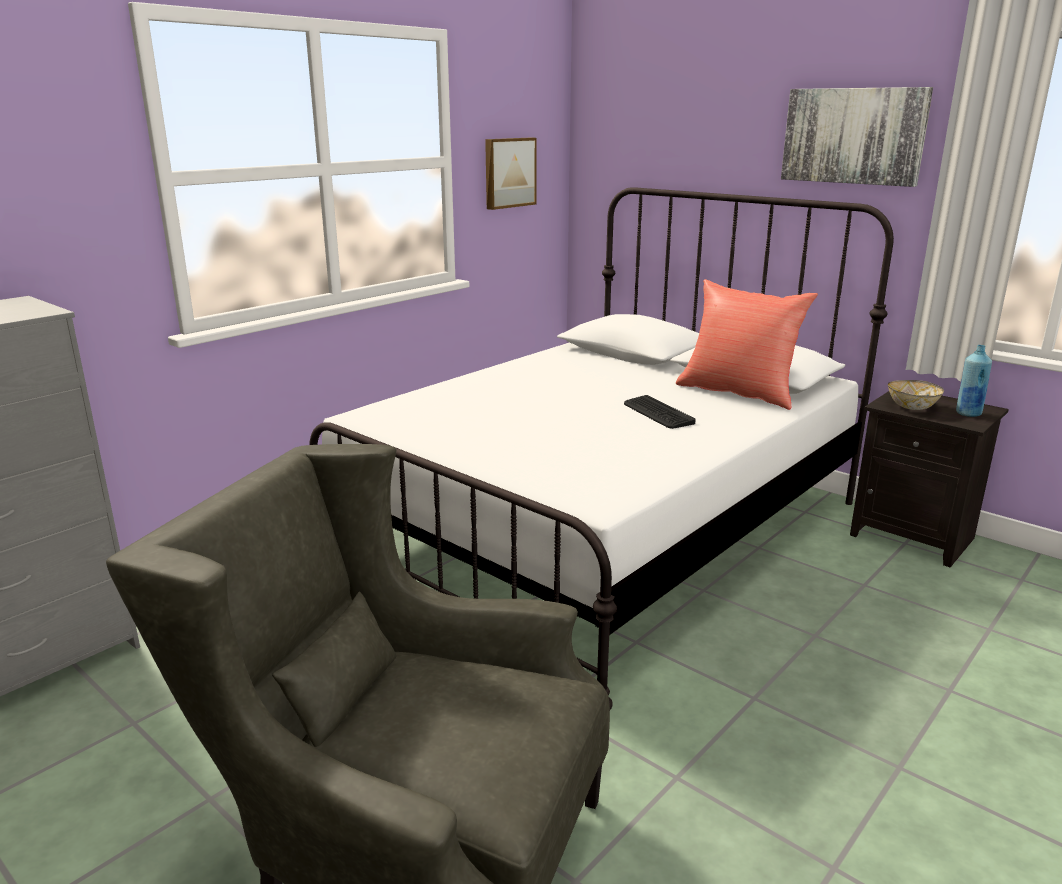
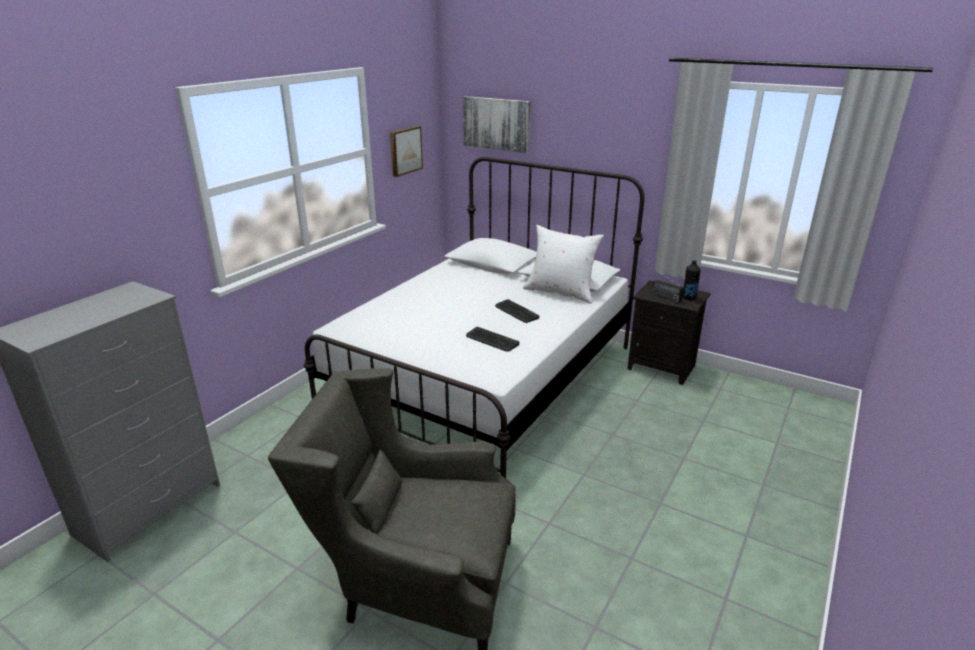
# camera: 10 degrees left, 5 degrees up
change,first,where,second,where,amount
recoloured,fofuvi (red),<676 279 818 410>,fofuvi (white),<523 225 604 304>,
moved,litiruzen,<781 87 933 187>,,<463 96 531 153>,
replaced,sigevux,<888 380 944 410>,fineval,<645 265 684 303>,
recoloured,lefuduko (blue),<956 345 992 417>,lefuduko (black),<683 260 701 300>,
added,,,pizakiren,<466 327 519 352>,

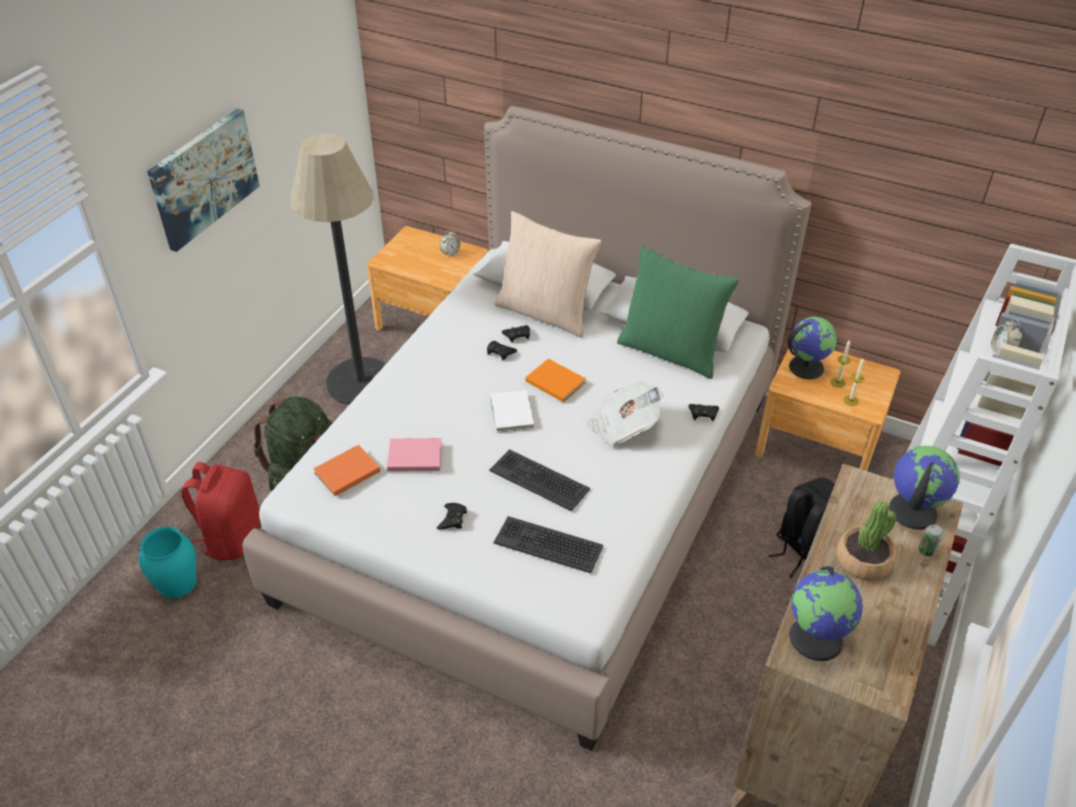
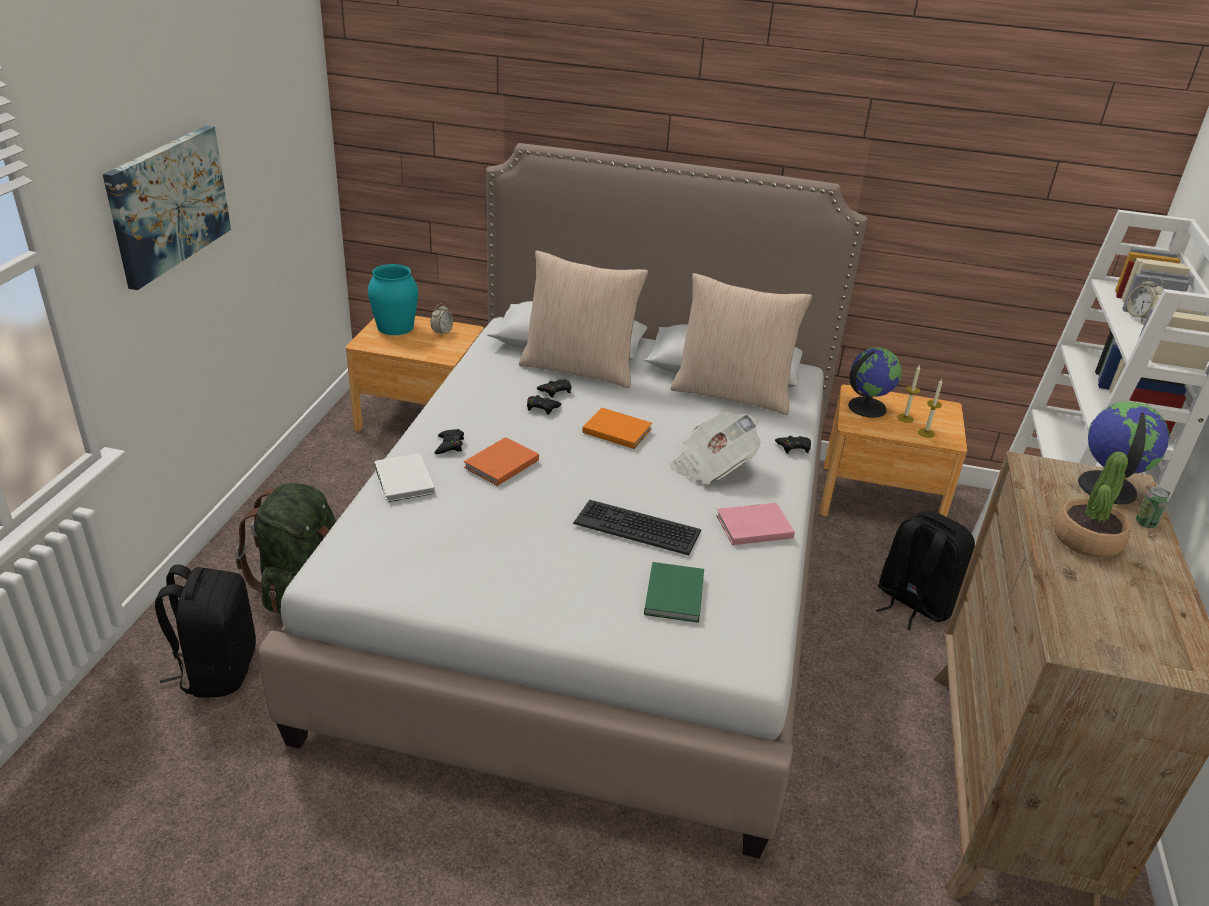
# camera: 15 degrees left, 10 degrees down
change,first,where,second,where,amount
moved,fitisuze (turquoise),<139 527 197 598>,,<368 264 418 335>,
recoloured,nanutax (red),<181 462 260 560>,nanutax (black),<155 564 256 698>,
removed,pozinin,<290 133 387 405>,,,
moved,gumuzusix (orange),<313 445 380 496>,,<464 437 539 486>,
moved,gumuzusix (pink),<387 438 442 472>,,<716 503 795 545>,
moved,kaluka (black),<437 503 467 530>,,<435 429 464 454>,
moved,gumuzusix (white),<490 390 534 433>,,<374 453 435 502>,
replaced,pizakiren,<493 516 603 573>,gumuzusix (green),<644 562 704 623>,
recoloured,fofuvi (green),<617 246 739 379>,fofuvi (beige),<671 273 812 415>,
removed,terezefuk,<789 566 863 661>,,,

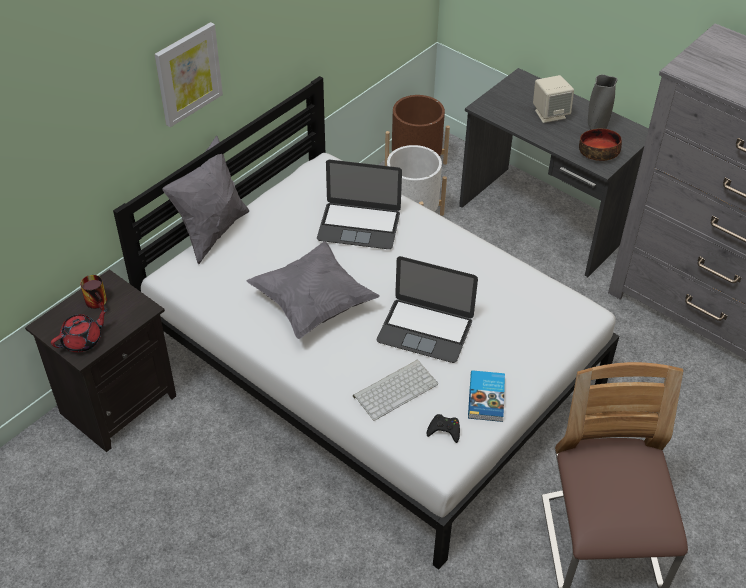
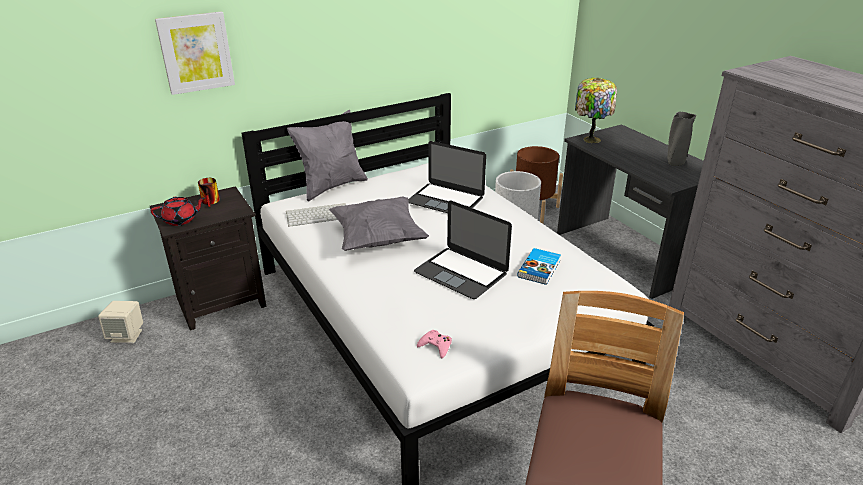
# camera: 20 degrees right, 15 degrees down
change,first,where,second,where,amount
moved,litiruzen,<155 22 223 127>,,<155 11 235 95>,
moved,pizakiren,<353 360 438 421>,,<286 203 346 227>,
recoloured,kaluka (black),<426 414 460 443>,kaluka (pink),<417 330 452 358>,
moved,gumuzusix,<468 370 505 422>,,<517 248 561 285>,
moved,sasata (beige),<533 75 574 123>,,<98 301 143 343>,
removed,sigevux,<579 129 622 161>,,,
added,,,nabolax,<575 78 617 143>,

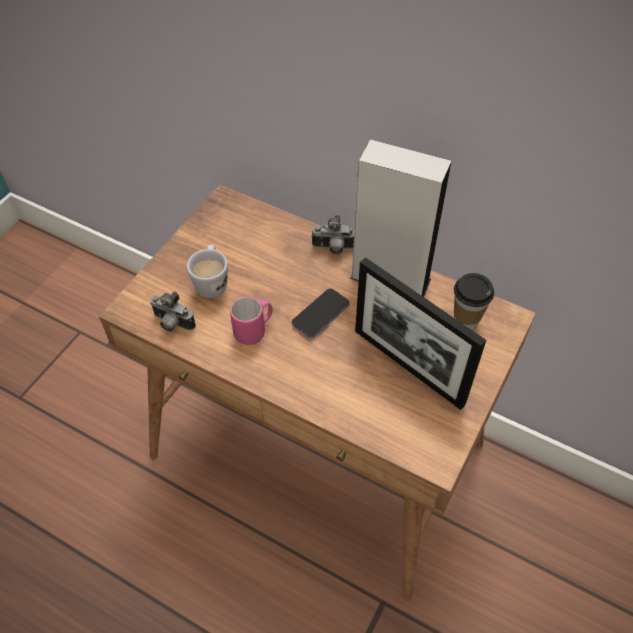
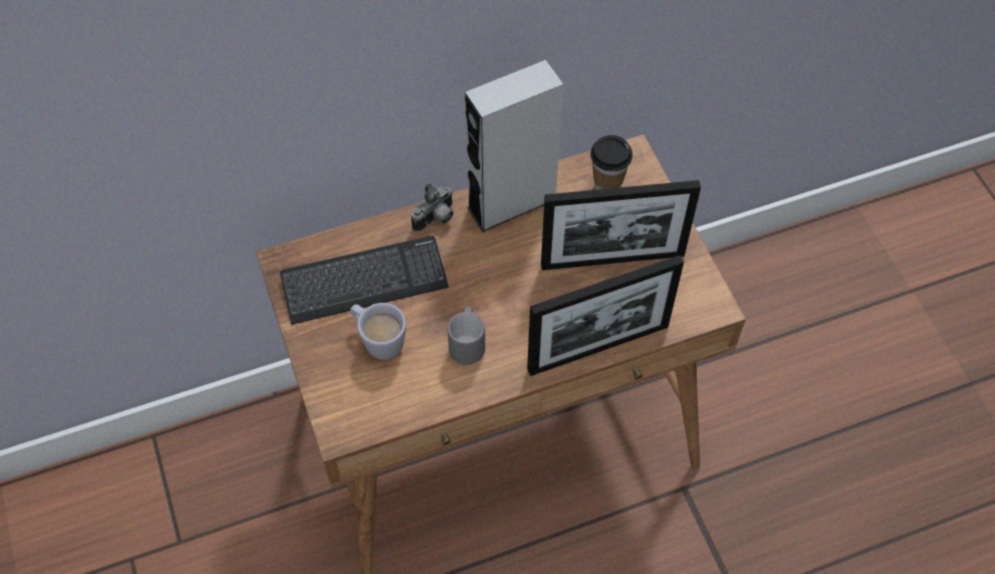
# camera: 50 degrees left, 5 degrees up
change,first,where,second,where,amount
removed,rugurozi,<150 291 196 332>,,,
recoloured,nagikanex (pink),<230 297 273 345>,nagikanex (grey),<447 306 485 365>,
removed,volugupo,<292 288 350 338>,,,
added,,,pizakiren,<280 236 449 324>,
added,,,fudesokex,<527 255 684 376>,

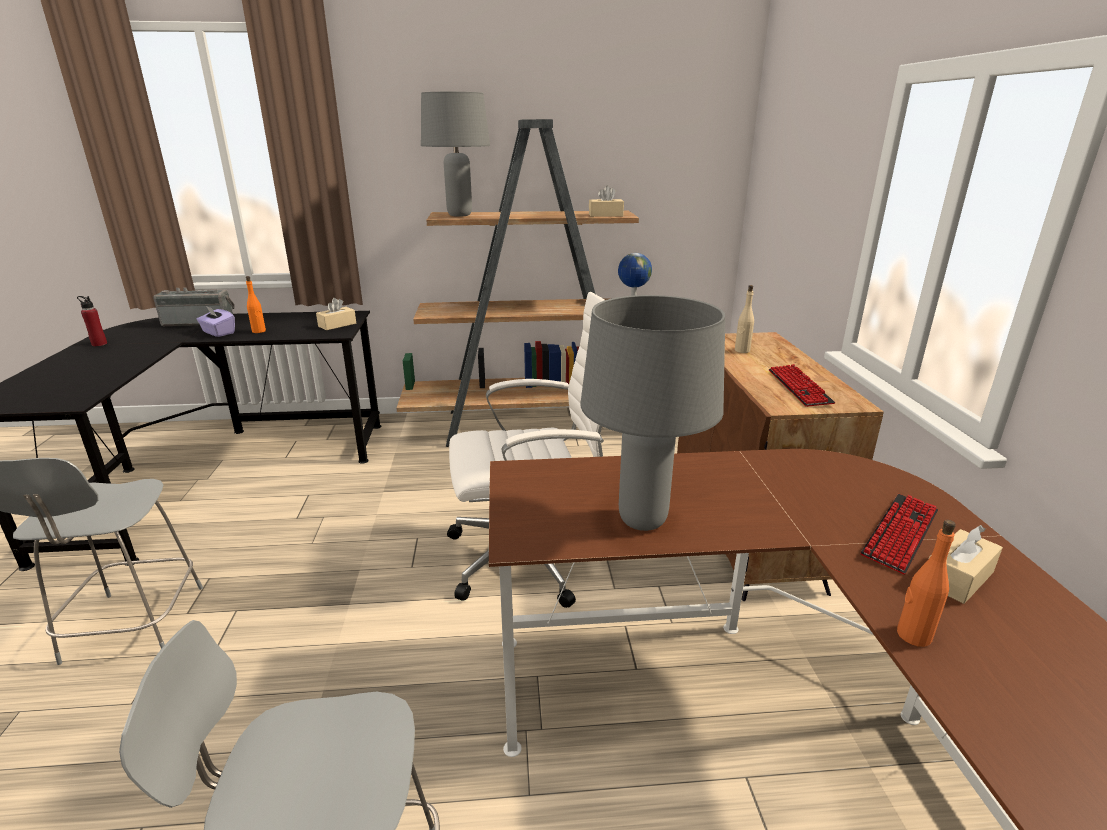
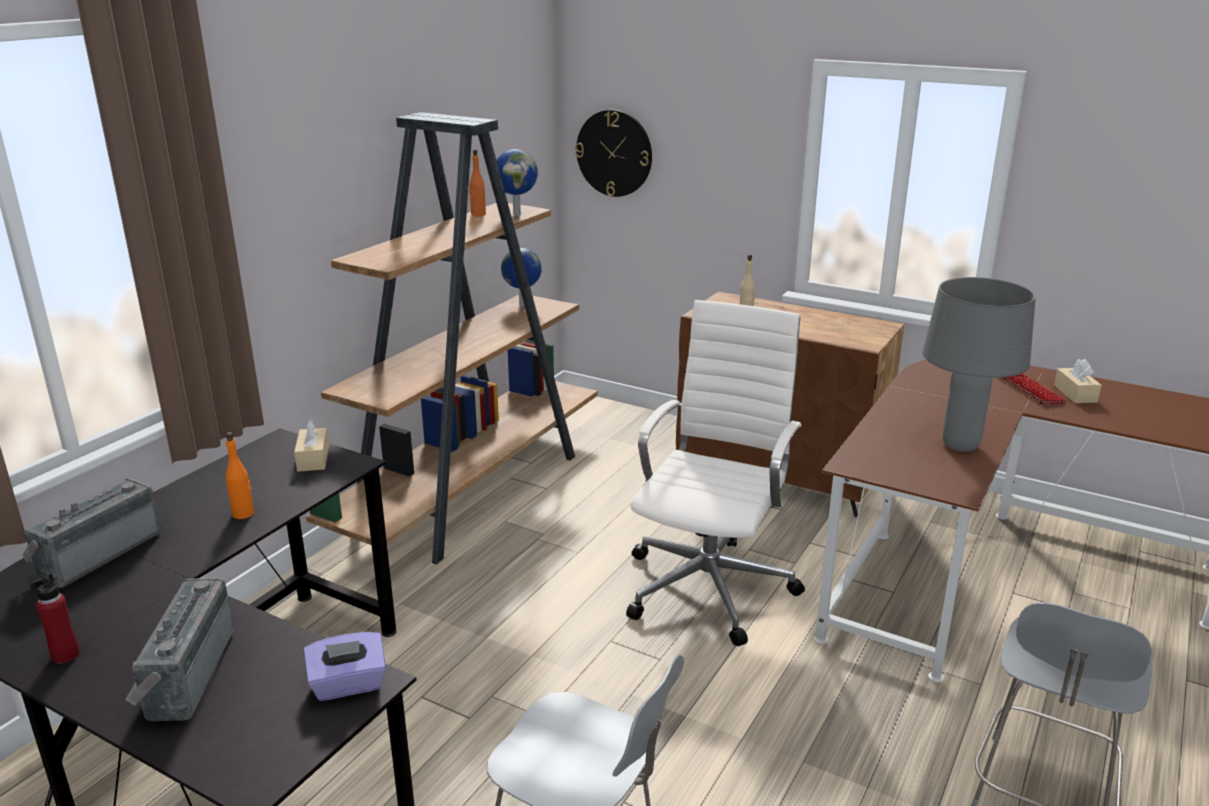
# camera: 55 degrees left, 0 degrees up
change,first,where,second,where,amount
moved,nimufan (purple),<197 305 235 337>,,<304 632 386 701>,
removed,nabolax (grey),<421 92 490 217>,,,
replaced,nimufan (beige),<589 186 624 217>,terezefuk,<497 149 538 216>,
removed,pizakiren,<769 364 836 407>,,,
moved,lefuduko (orange),<897 520 956 647>,,<469 149 486 217>,
added,,,fineval,<125 578 234 721>,
added,,,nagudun,<575 110 652 197>,

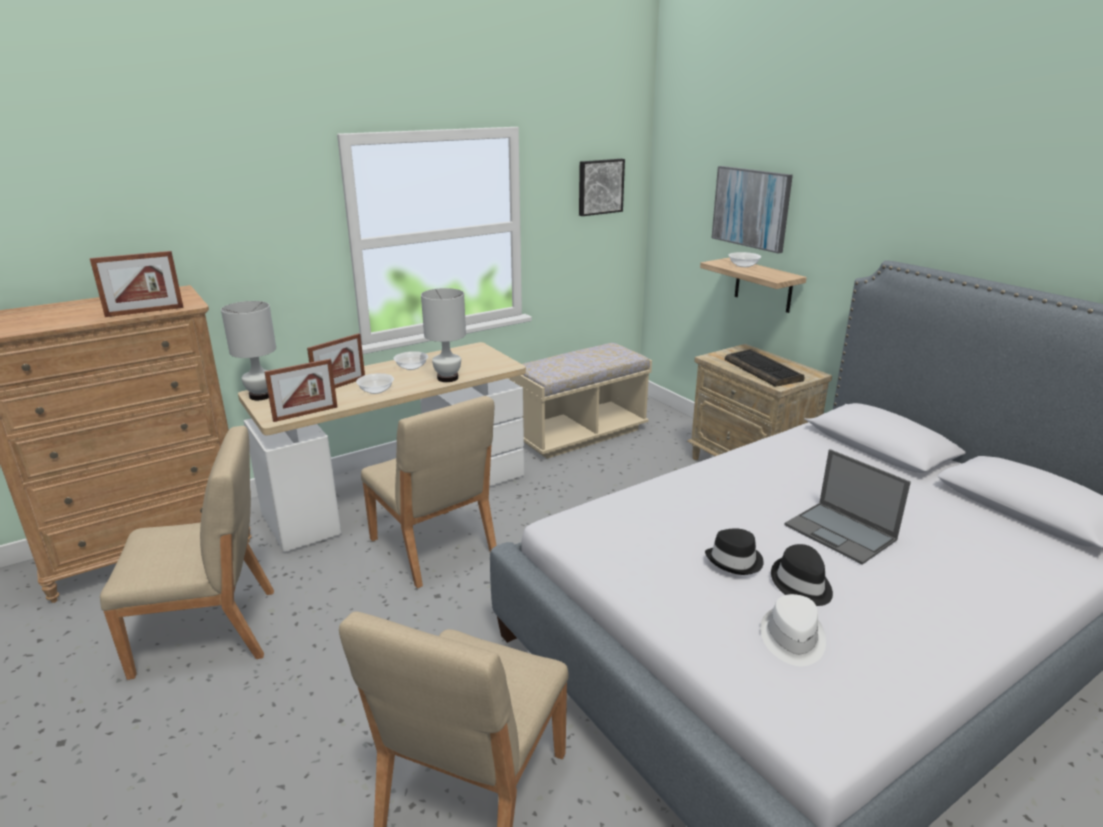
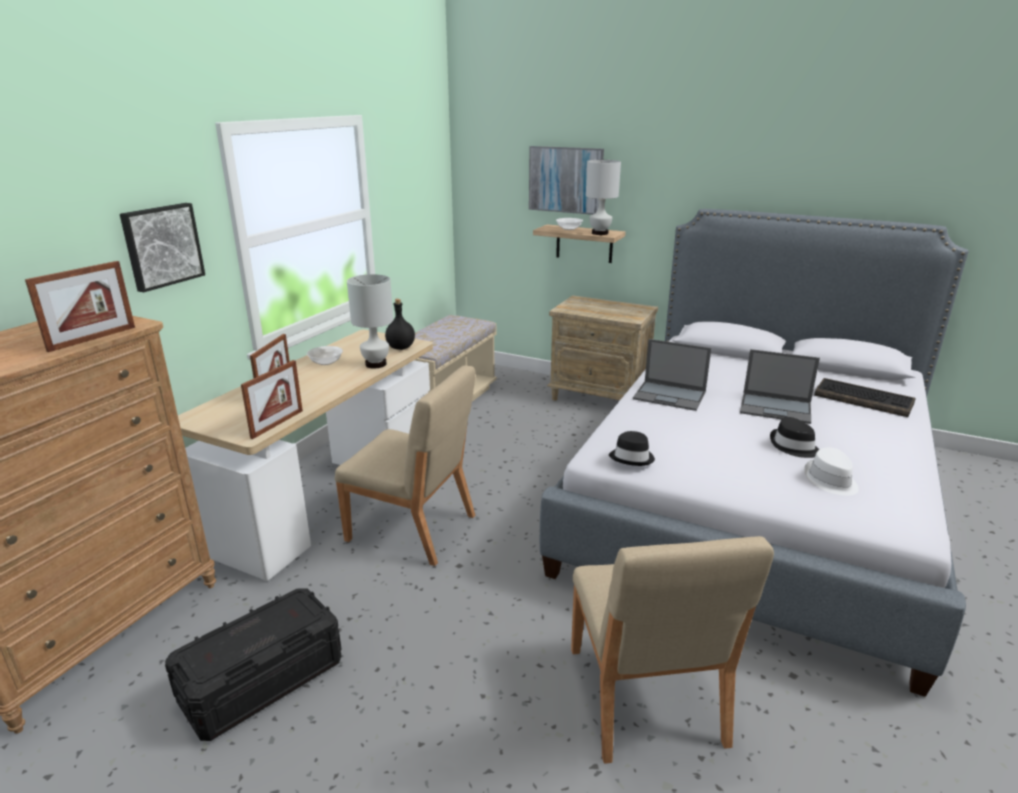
# camera: 30 degrees left, 0 degrees up
change,first,where,second,where,amount
replaced,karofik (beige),<100 426 274 680>,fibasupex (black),<165 588 341 741>,
moved,nabolax (white),<221 301 276 400>,,<586 160 621 235>,
removed,sigevux,<356 373 394 394>,,,
moved,litiruzen,<579 159 625 216>,,<120 203 205 292>,
moved,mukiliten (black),<705 528 764 575>,,<609 431 655 466>,
moved,pizakiren,<725 349 805 387>,,<814 378 916 417>,
added,,,lefuduko (black),<385 299 415 350>,
added,,,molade,<633 339 711 411>,

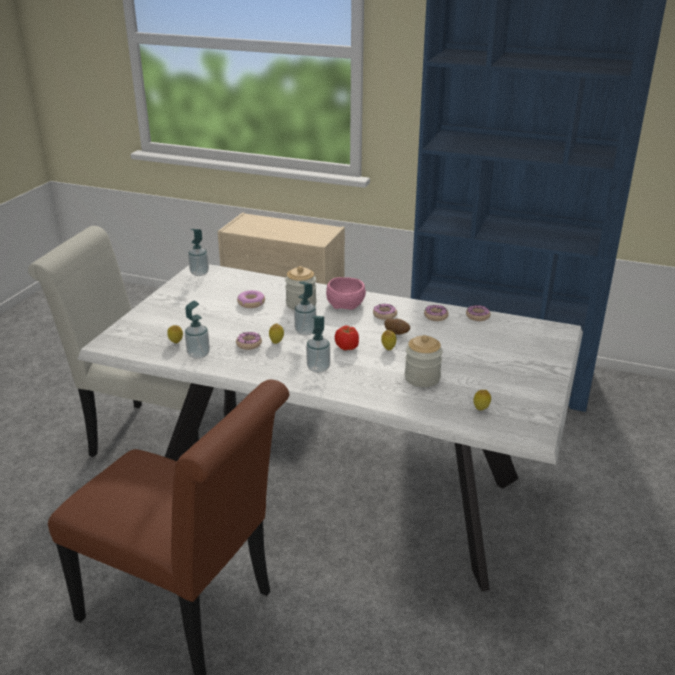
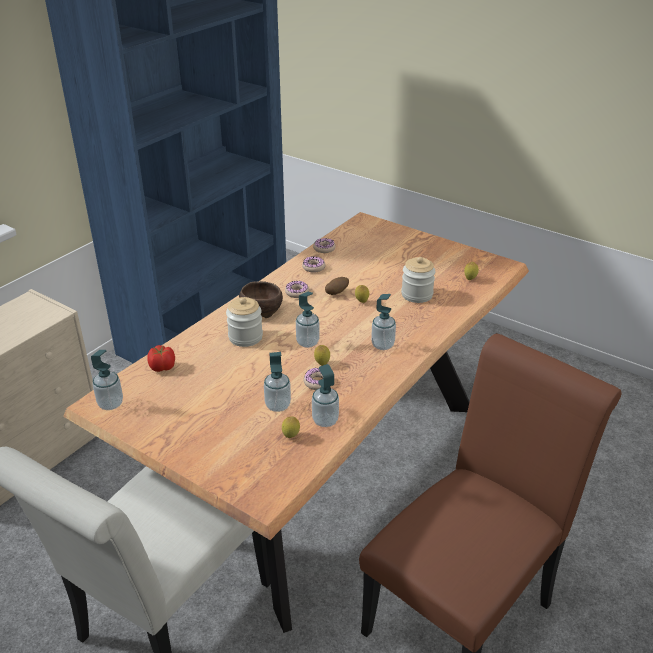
# camera: 75 degrees left, 5 degrees up
change,first,where,second,where,amount
recoloured,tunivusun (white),<77 264 583 591>,tunivusun (brown),<63 212 529 633>,
removed,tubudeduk,<237 290 265 308>,,,
recoloured,sigevux (pink),<326 277 366 310>,sigevux (brown),<239 281 283 318>,
moved,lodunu,<335 326 359 350>,,<147 345 175 372>,
added,,,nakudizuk,<264 352 291 412>,

